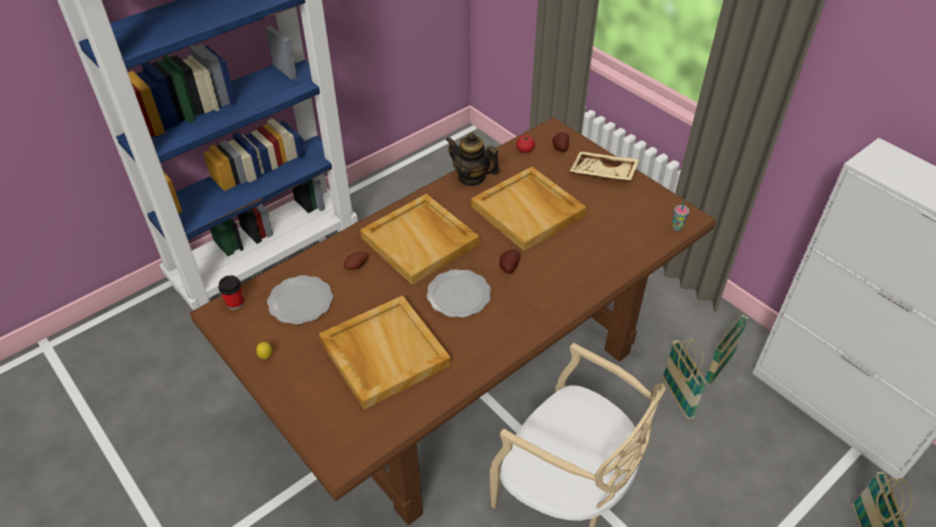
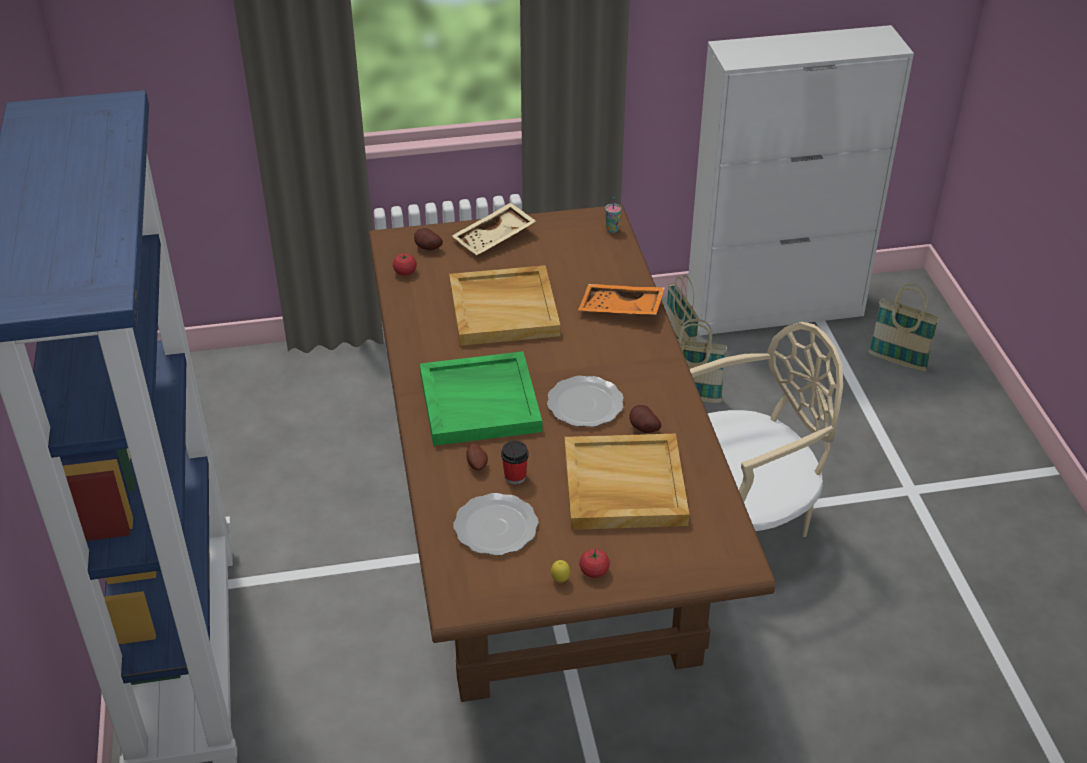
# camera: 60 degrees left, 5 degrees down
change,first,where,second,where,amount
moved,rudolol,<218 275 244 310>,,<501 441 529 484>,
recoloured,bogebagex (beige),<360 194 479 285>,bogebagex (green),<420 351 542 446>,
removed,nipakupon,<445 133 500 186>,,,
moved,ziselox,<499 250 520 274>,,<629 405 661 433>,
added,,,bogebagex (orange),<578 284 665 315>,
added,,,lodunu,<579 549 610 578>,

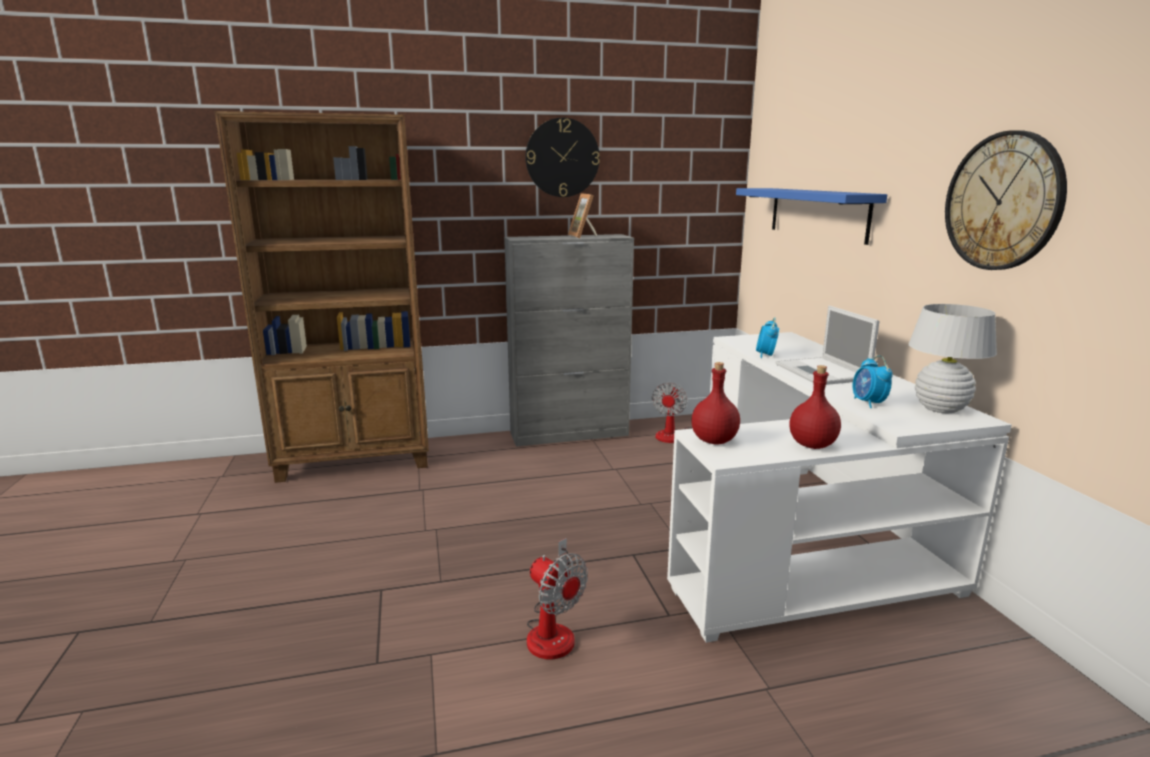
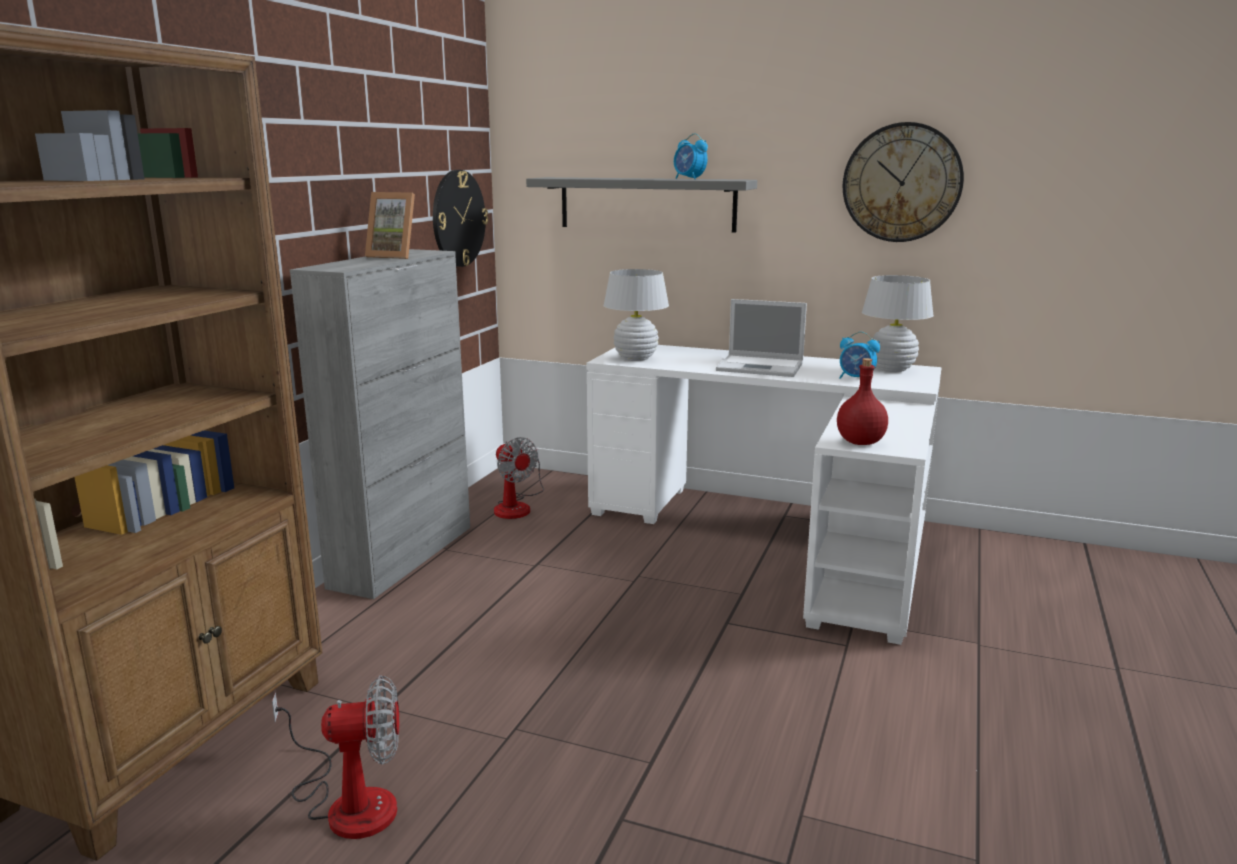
# camera: 55 degrees left, 0 degrees up
change,first,where,second,where,amount
moved,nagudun,<525 118 600 197>,,<433 170 488 267>,
moved,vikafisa,<527 538 588 659>,,<272 675 399 839>,
recoloured,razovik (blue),<736 188 887 245>,razovik (grey),<526 177 757 233>,
moved,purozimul,<756 317 779 358>,,<674 133 708 179>,
removed,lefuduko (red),<790 365 841 449>,,,
added,,,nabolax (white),<603 269 669 361>,

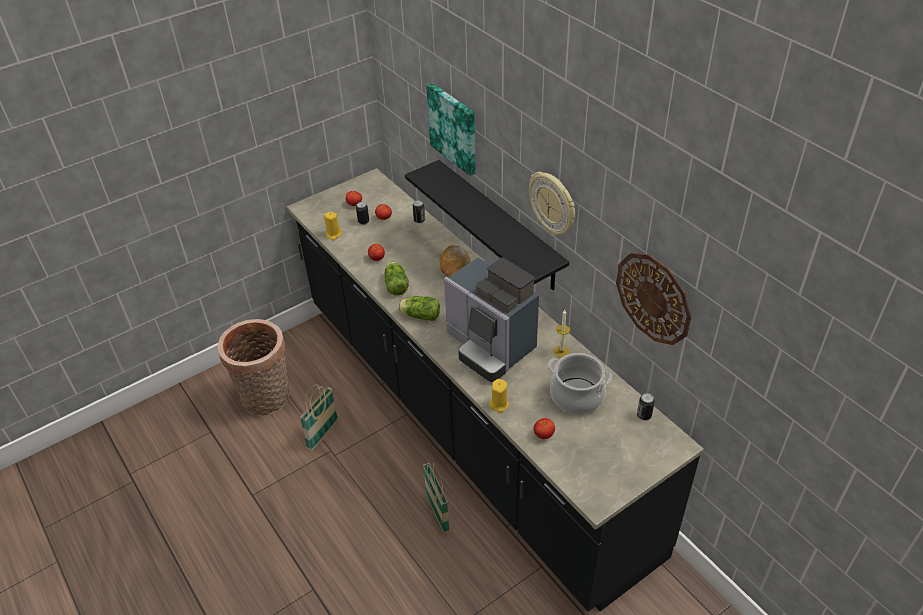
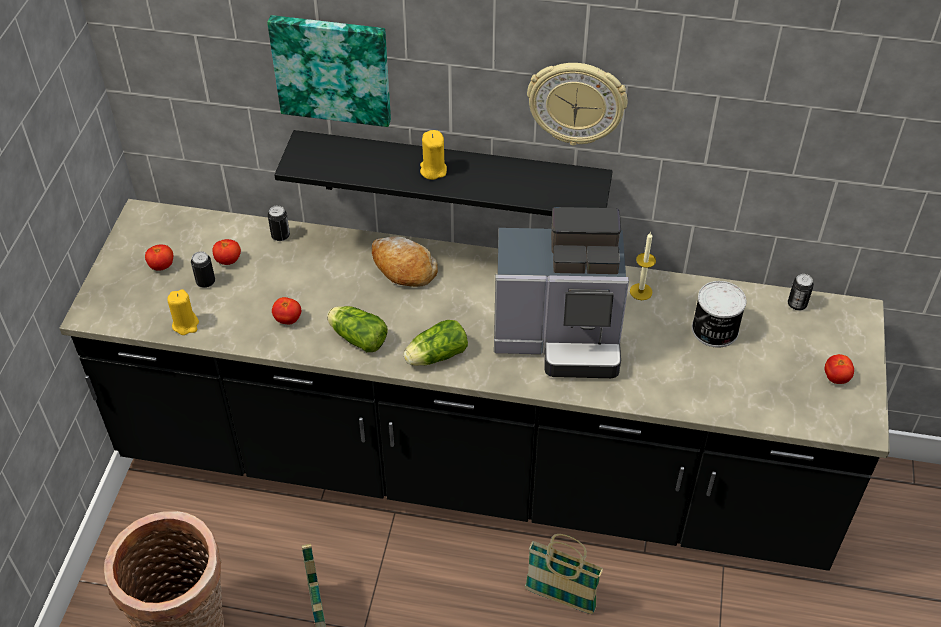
# camera: 45 degrees left, 5 degrees up
change,first,where,second,where,amount
moved,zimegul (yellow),<489 379 509 412>,,<420 130 447 180>,
moved,lodunu,<533 418 555 439>,,<825 354 854 384>,
replaced,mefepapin,<548 353 612 414>,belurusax,<692 281 747 348>,
removed,nagudun,<616 253 691 345>,,,

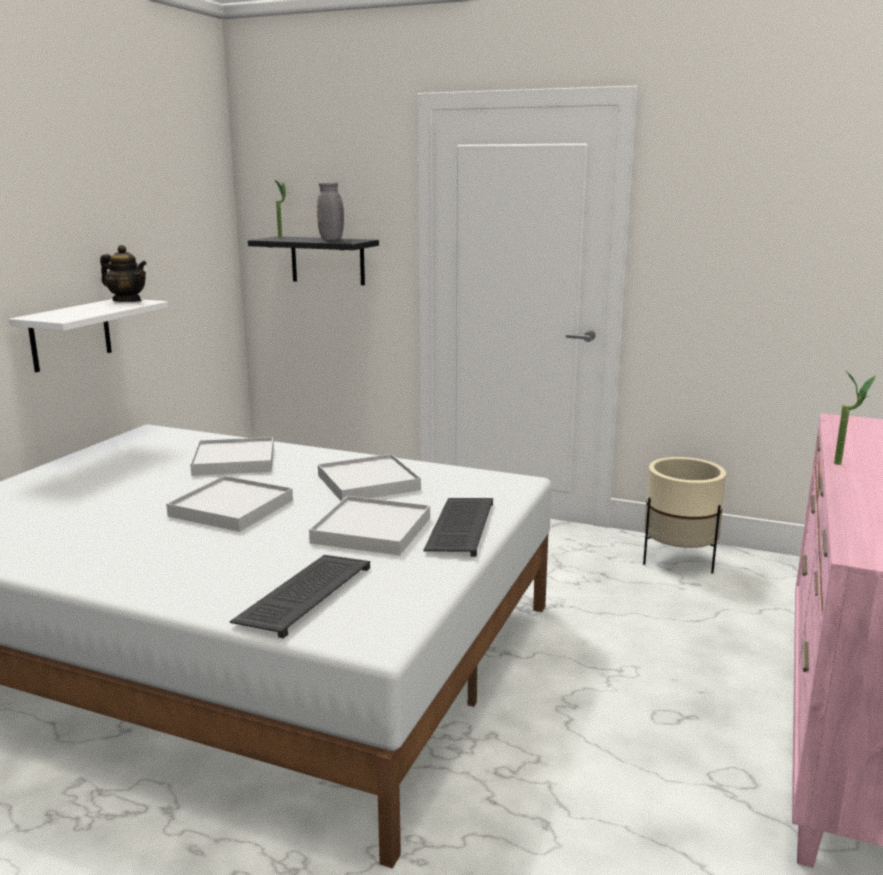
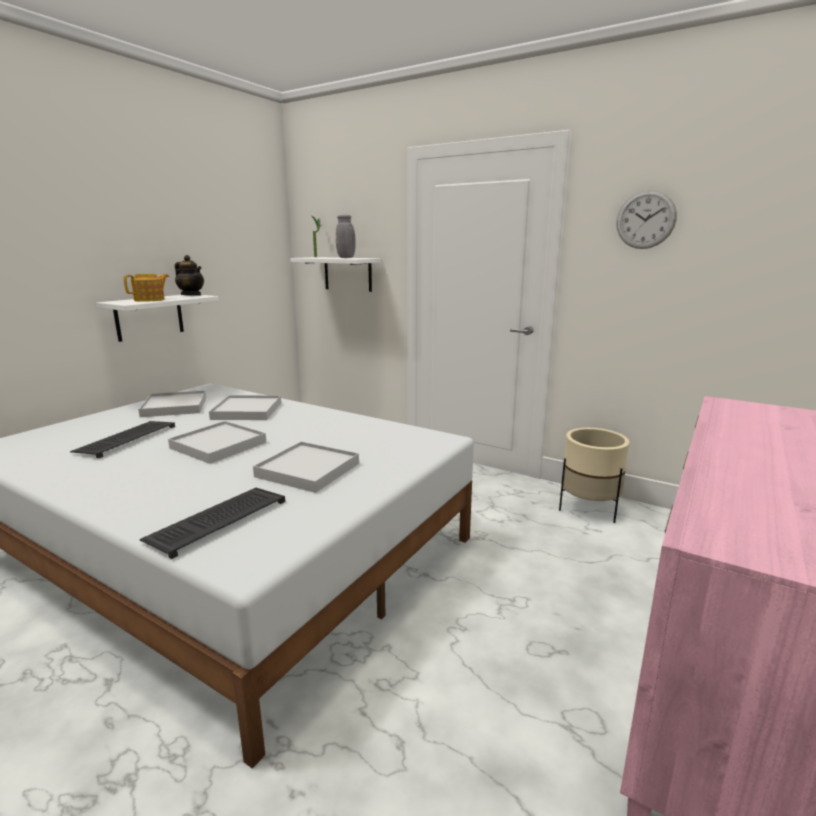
# camera: 10 degrees right, 0 degrees up
change,first,where,second,where,amount
recoloured,razovik (black),<248 236 379 285>,razovik (white),<290 257 381 292>,
moved,bogebagex (white),<318 454 421 501>,,<138 390 206 417>,
moved,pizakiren,<423 498 493 557>,,<70 421 175 458>,
removed,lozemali,<834 370 875 465>,,,
added,,,nipakupon,<124 274 169 302>,
added,,,nagudun,<617 190 677 249>,

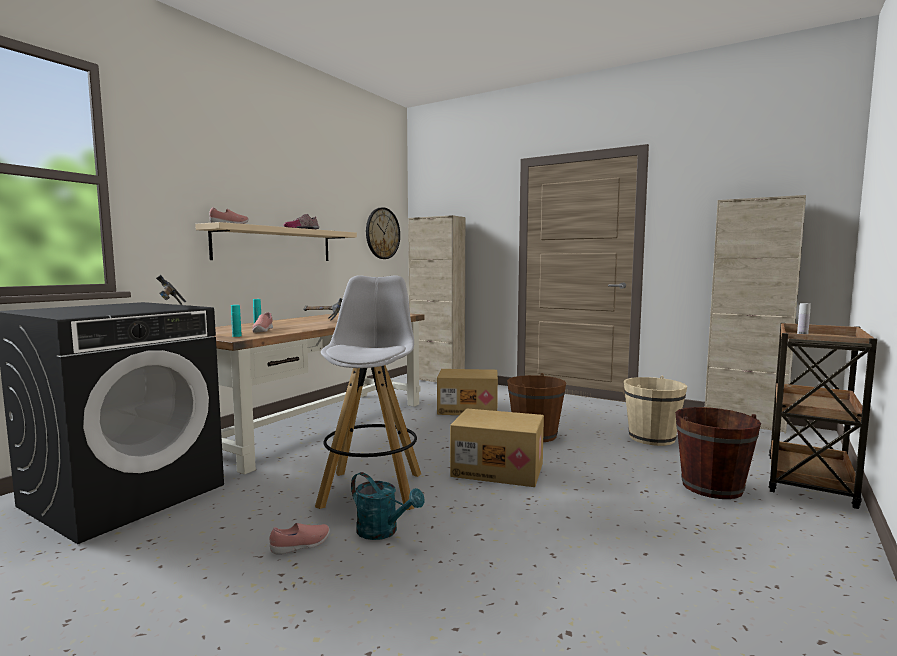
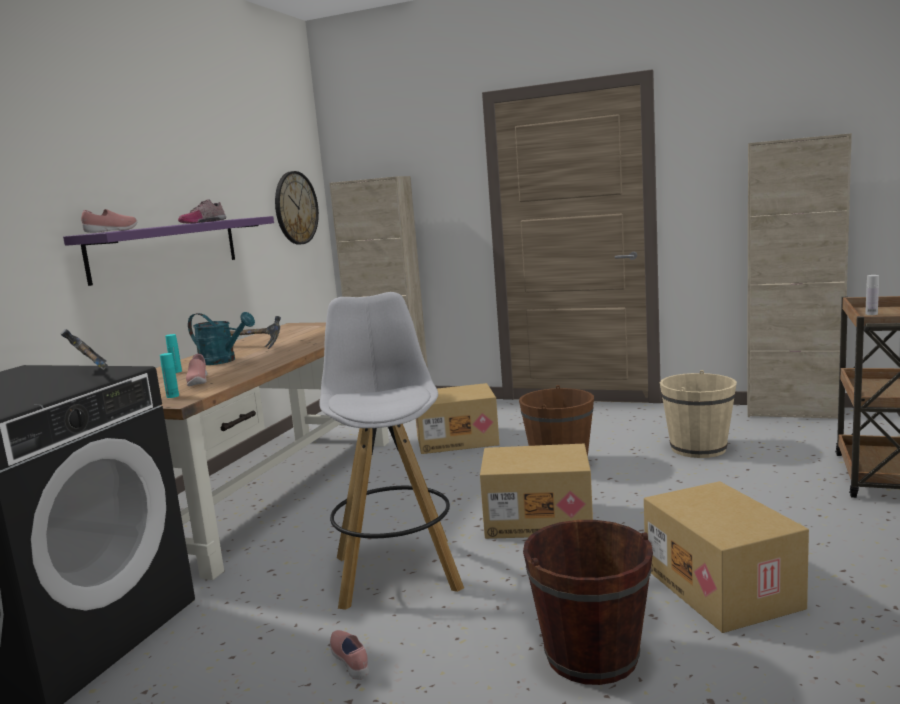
# camera: 10 degrees left, 5 degrees up
change,first,where,second,where,amount
recoloured,razovik (beige),<195 222 357 261>,razovik (purple),<63 216 274 286>,
turned,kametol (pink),<269 523 330 555>,,<330 630 369 680>,75 degrees counterclockwise
moved,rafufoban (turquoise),<351 472 425 540>,,<188 312 255 365>,
moved,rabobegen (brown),<675 407 761 499>,,<523 520 653 685>,
added,,,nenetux,<644 481 809 633>,

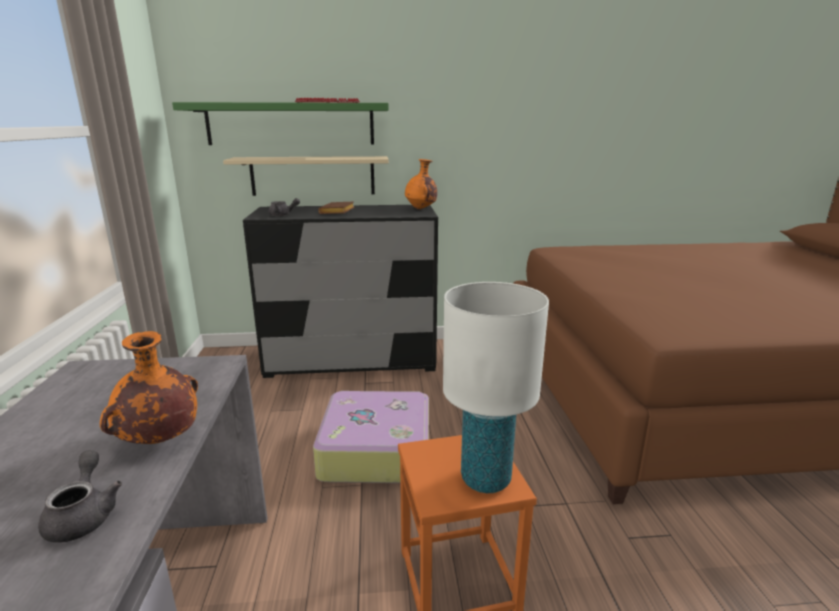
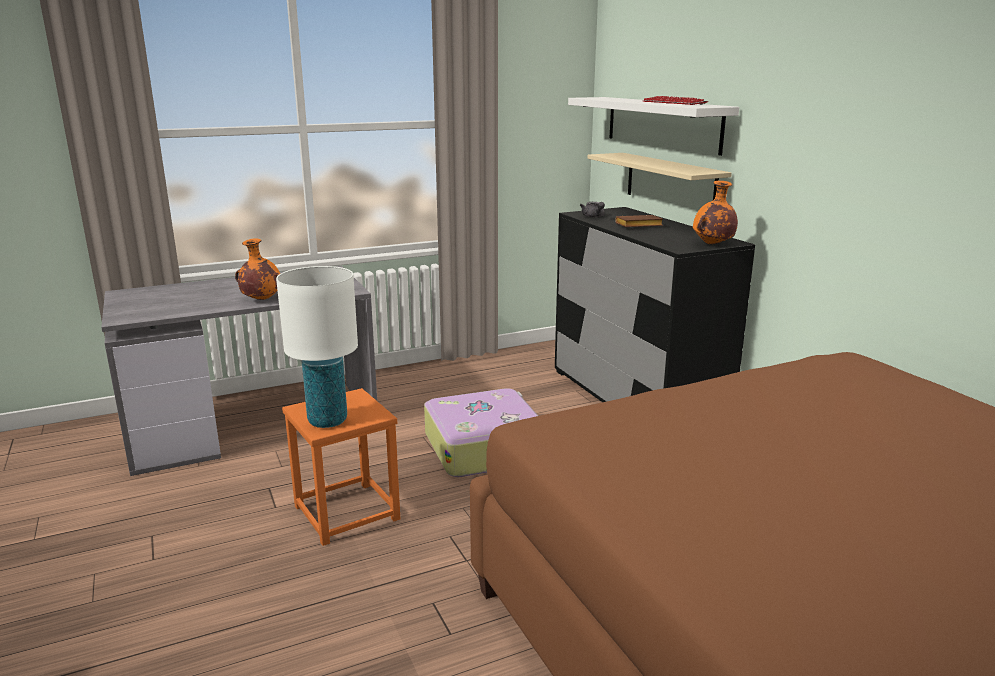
# camera: 70 degrees right, 0 degrees up
change,first,where,second,where,amount
removed,nipakupon (grey),<38 450 122 543>,,,
recoloured,razovik (green),<172 102 389 145>,razovik (white),<568 97 739 156>,

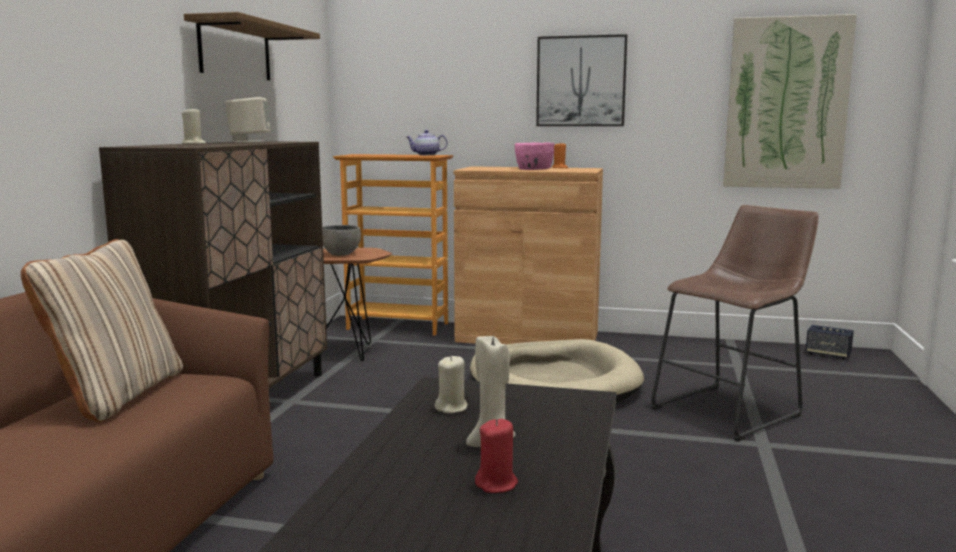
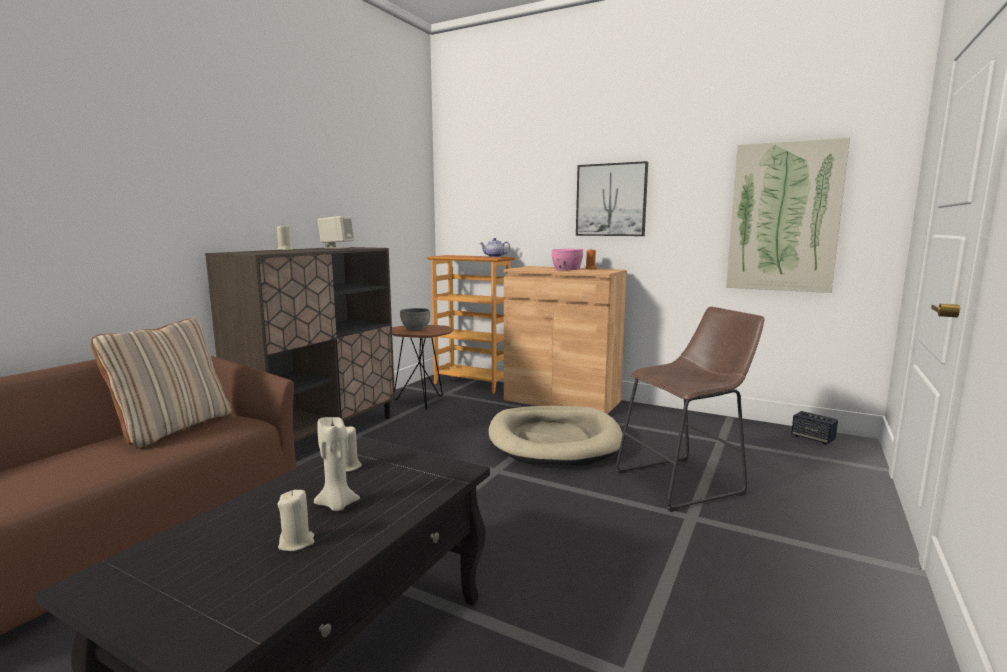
# camera: 15 degrees right, 0 degrees up
change,first,where,second,where,amount
removed,razovik,<184 12 320 80>,,,
recoloured,zimegul (red),<475 419 518 493>,zimegul (beige),<278 490 314 551>,

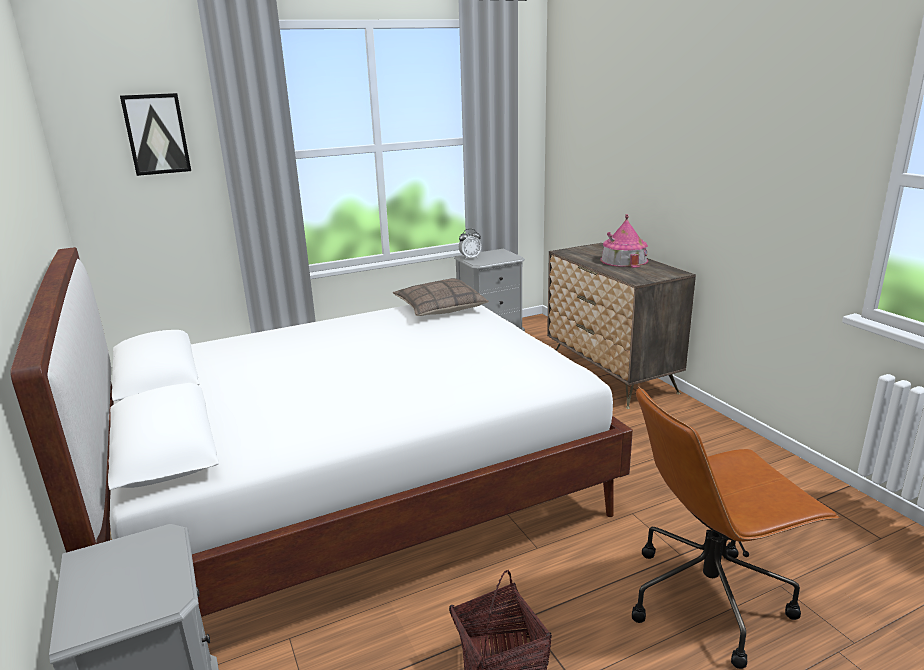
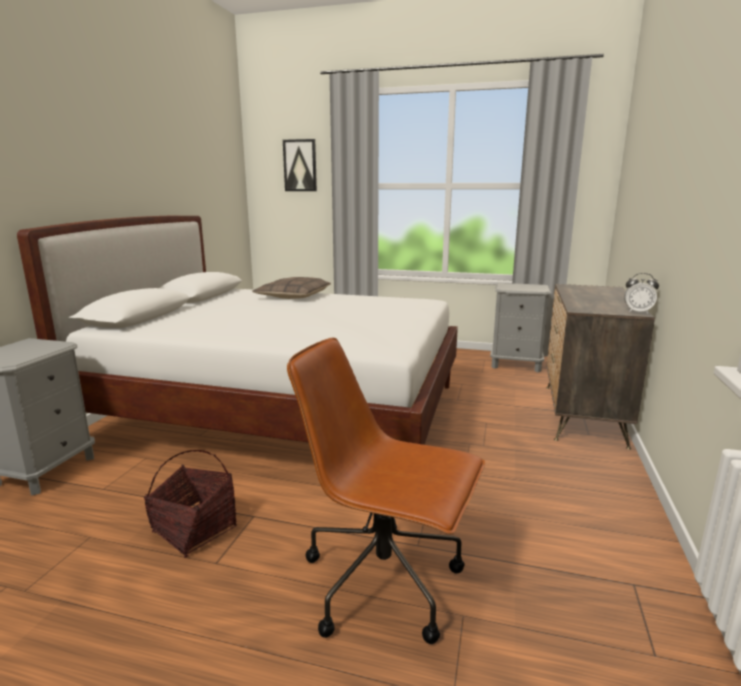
# camera: 40 degrees right, 5 degrees down
change,first,where,second,where,amount
moved,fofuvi,<393 278 489 316>,,<252 277 331 299>,
moved,purozimul,<459 229 481 259>,,<624 273 659 314>,
removed,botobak,<600 214 648 268>,,,

